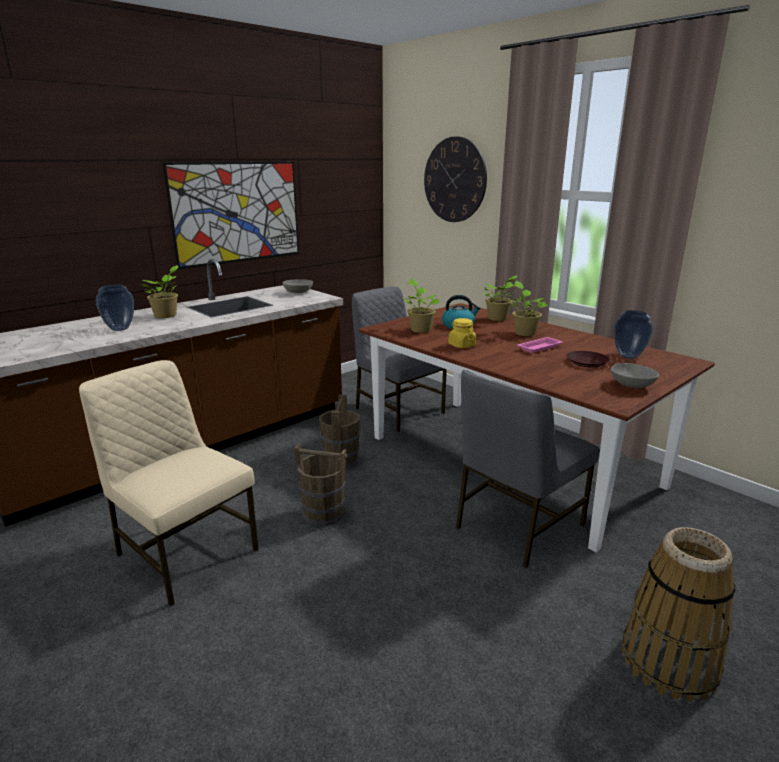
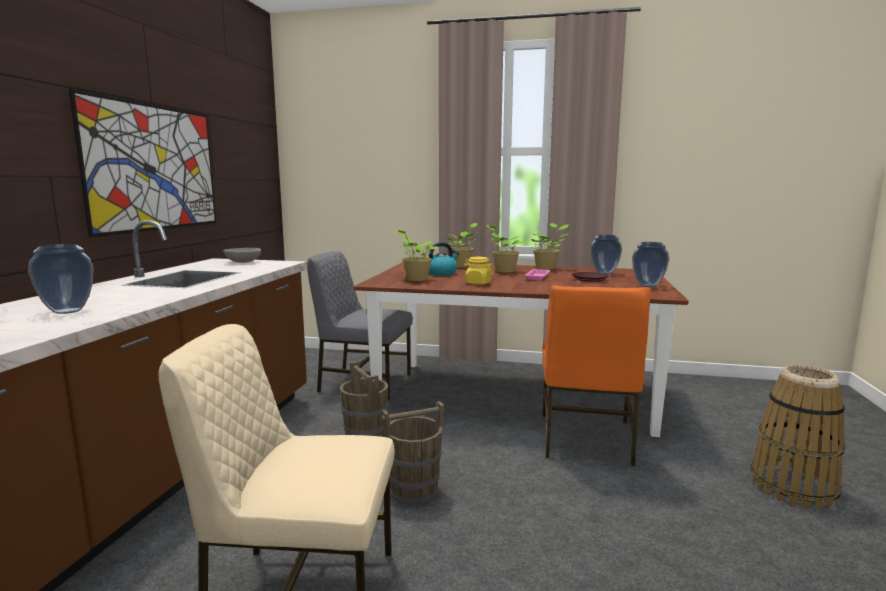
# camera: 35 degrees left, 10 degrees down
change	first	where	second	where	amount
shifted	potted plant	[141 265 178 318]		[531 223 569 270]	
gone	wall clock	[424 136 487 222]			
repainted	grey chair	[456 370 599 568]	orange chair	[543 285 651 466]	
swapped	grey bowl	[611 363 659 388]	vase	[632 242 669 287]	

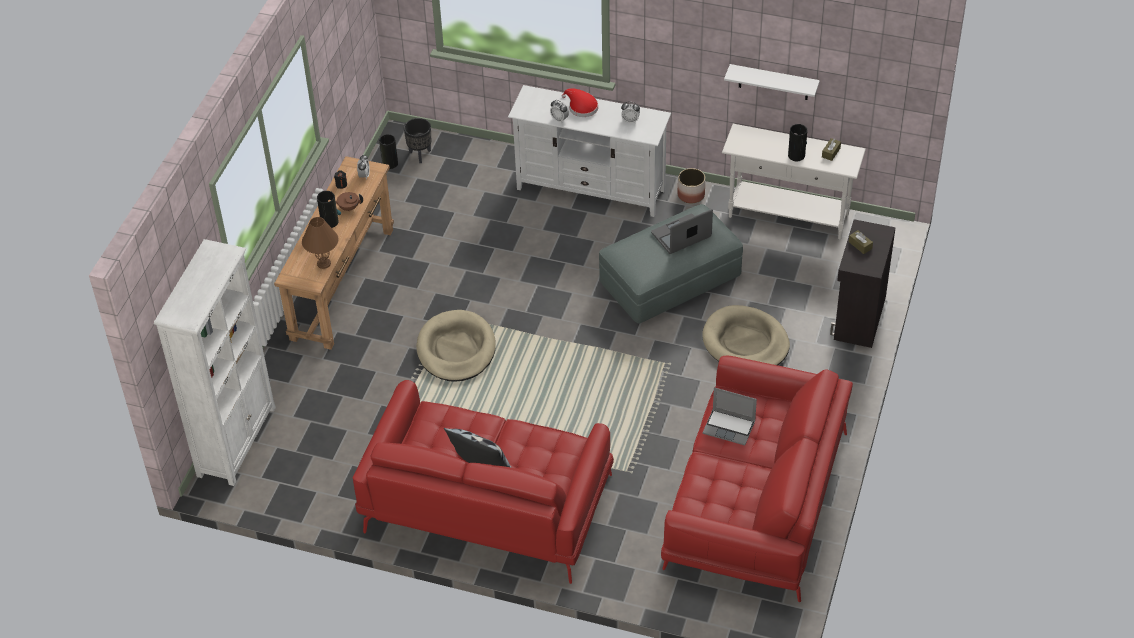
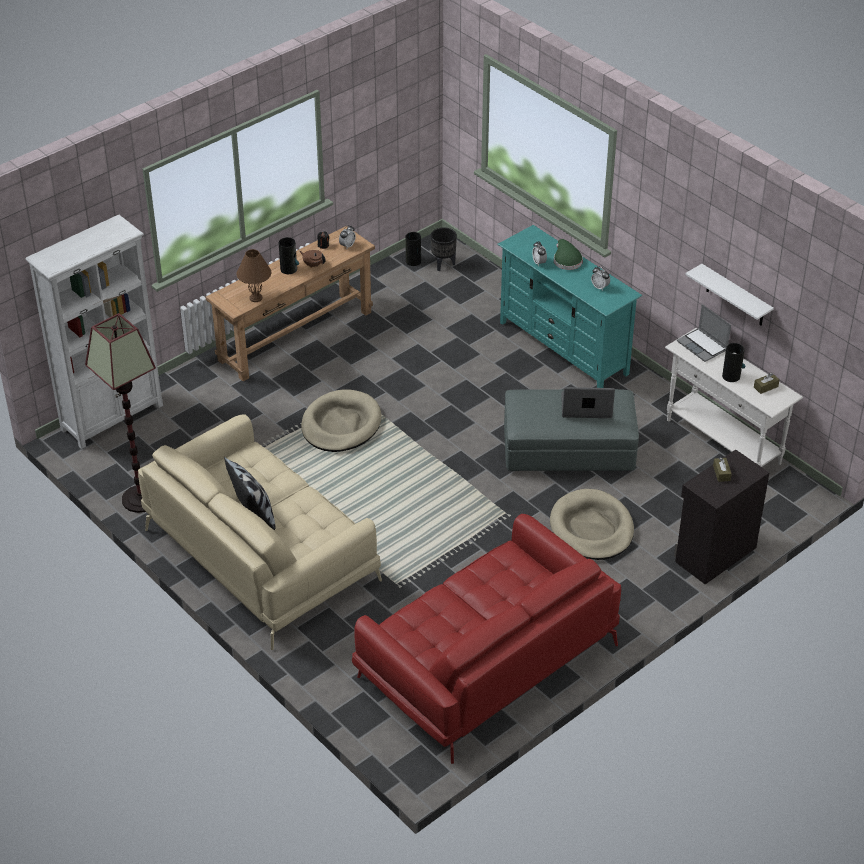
# camera: 30 degrees right, 5 degrees down
change	first	where	second	where	amount
repainted	red sofa	[352 380 614 584]	beige sofa	[138 414 382 650]	
repainted	white tv stand	[508 85 671 217]	turquoise tv stand	[497 225 642 388]	
repainted	red hat	[562 88 598 117]	green hat	[554 239 583 270]	
gone	planter	[677 168 705 204]			
shifted	laptop	[703 387 757 445]		[677 304 731 362]	
new			floor lamp	[85 313 156 513]	

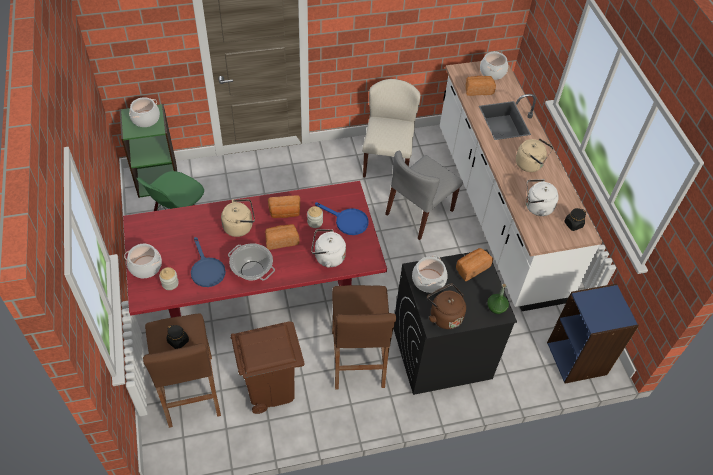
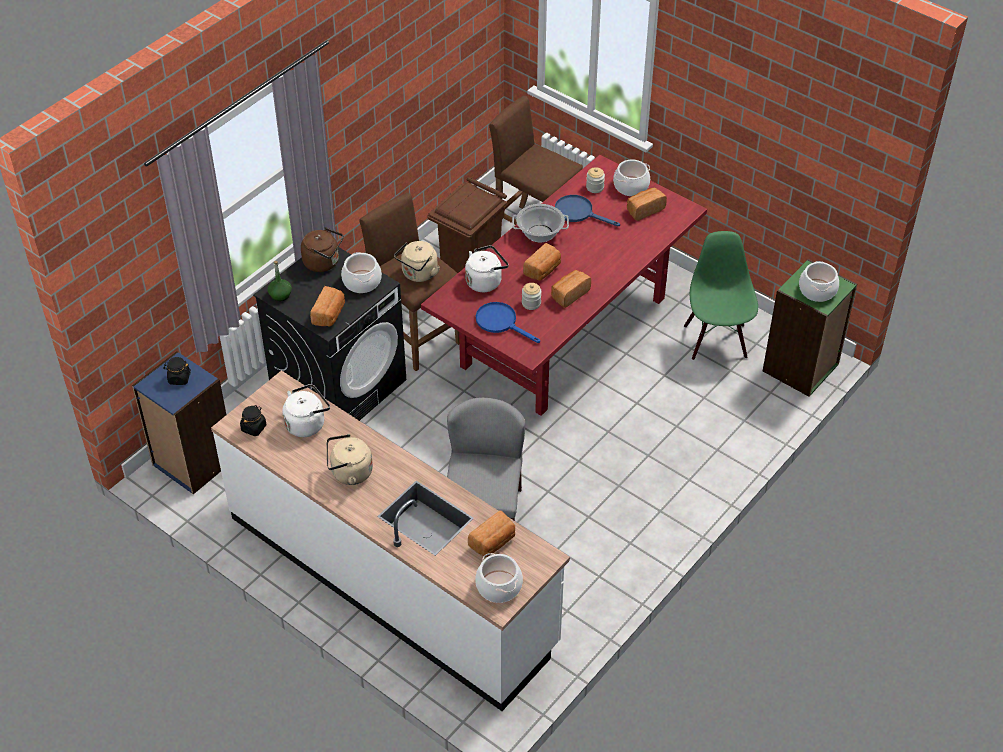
# camera: 145 degrees right, 5 degrees down
change	first	where	second	where	amount
shifted	black jar	[167 325 189 349]		[163 357 191 385]	
shifted	beige kettle	[221 199 255 237]		[394 241 440 282]	
rotated	blue frying pan	[315 202 369 235]		[476 302 540 343]	45 degrees clockwise
gone	beige chair	[362 79 421 178]			
new			bread	[627 188 667 221]	

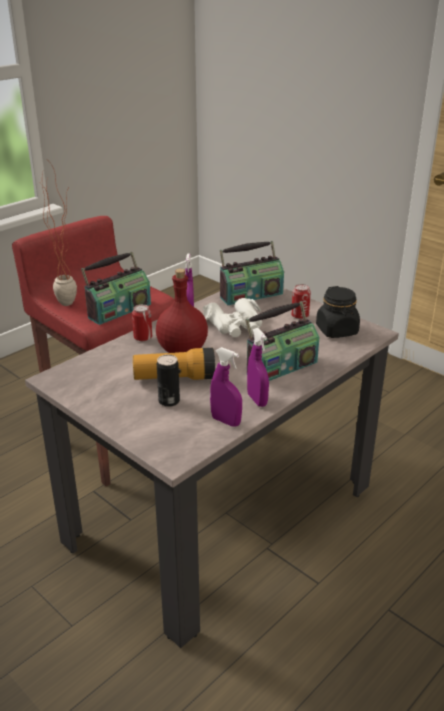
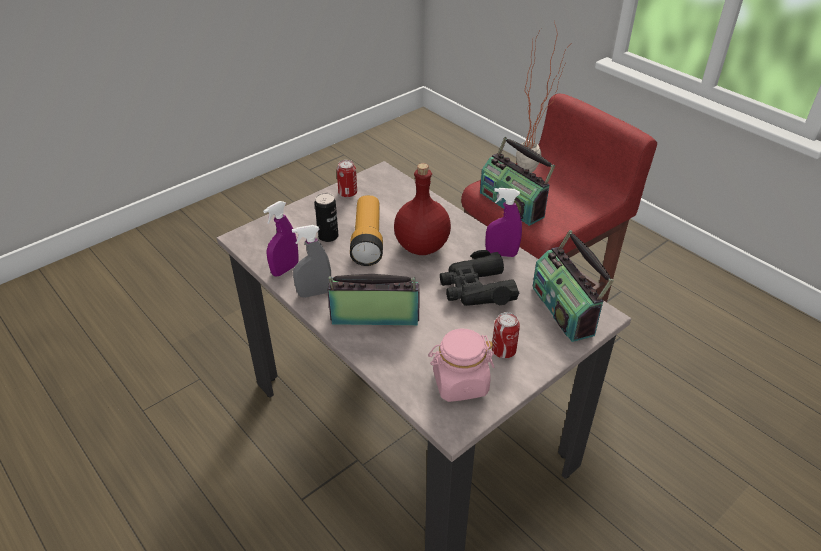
# camera: 95 degrees right, 10 degrees up
change	first	where	second	where	amount
shifted	can	[132 304 152 341]		[337 160 357 197]	
repainted	white binoculars	[203 298 262 337]	black binoculars	[440 250 519 306]	
rotated	radio	[245 301 319 381]		[327 274 420 325]	120 degrees clockwise
repainted	purple spray bottle	[247 328 269 407]	grey spray bottle	[292 225 331 298]	
repainted	black jar	[316 286 360 338]	pink jar	[428 329 495 402]	

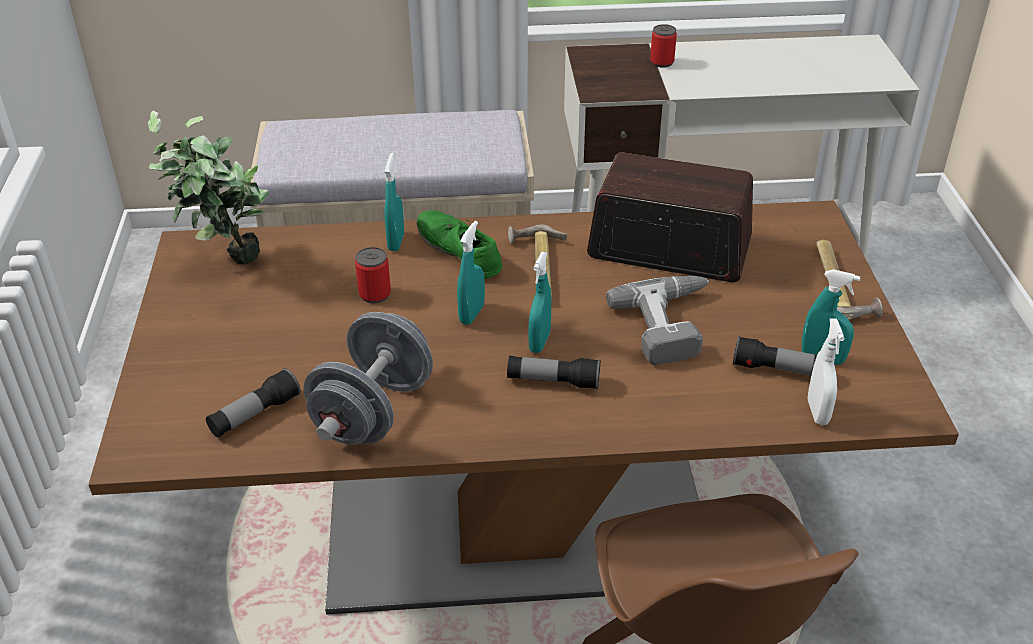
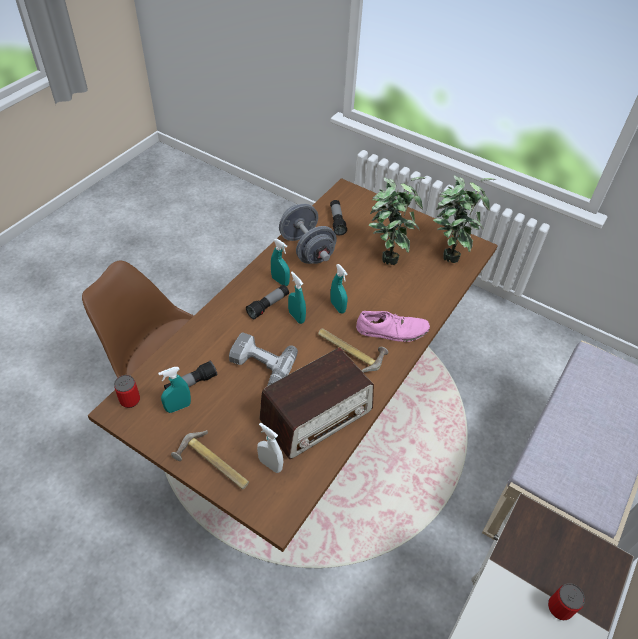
# camera: 125 degrees right, 10 degrees up
change	first	where	second	where	amount
shifted	can	[355 247 391 304]		[114 375 140 408]	
shifted	turquoise spray bottle	[384 152 404 251]		[271 239 290 286]	
repainted	green shoe	[416 210 502 278]	pink shoe	[356 311 430 342]	
shifted	white spray bottle	[807 318 844 425]		[257 423 283 473]	
new			potted plant	[369 177 427 265]	

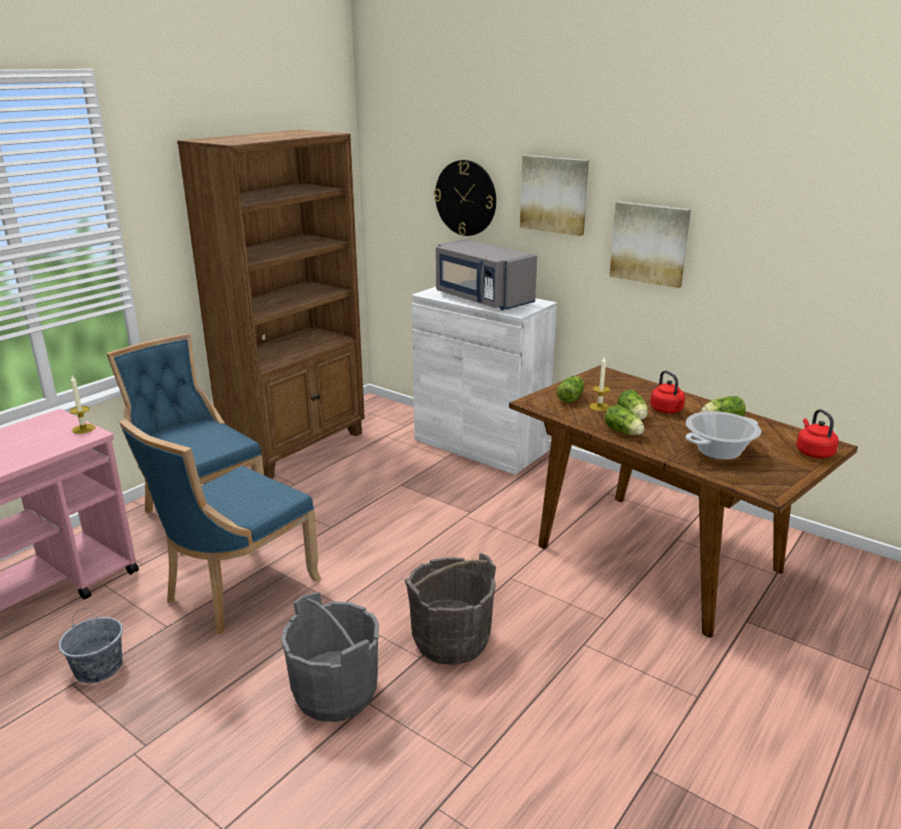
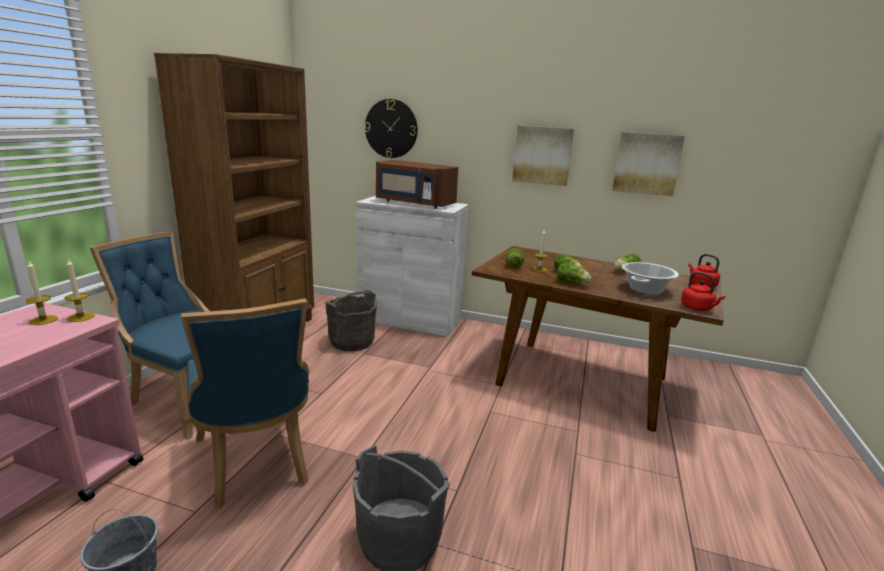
# camera: 20 degrees left, 5 degrees down
change	first	where	second	where	amount
rotated	blue chair	[119 419 321 634]		[181 298 310 509]	45 degrees counterclockwise
shifted	grey bucket	[404 553 496 665]		[325 290 377 351]	
repainted	grey microwave	[436 239 537 310]	brown microwave	[376 160 458 209]	
shifted	picture	[520 155 589 236]		[612 132 685 196]	
shifted	red kettle	[650 371 685 414]		[681 272 725 311]	
new			candle	[26 261 58 325]	

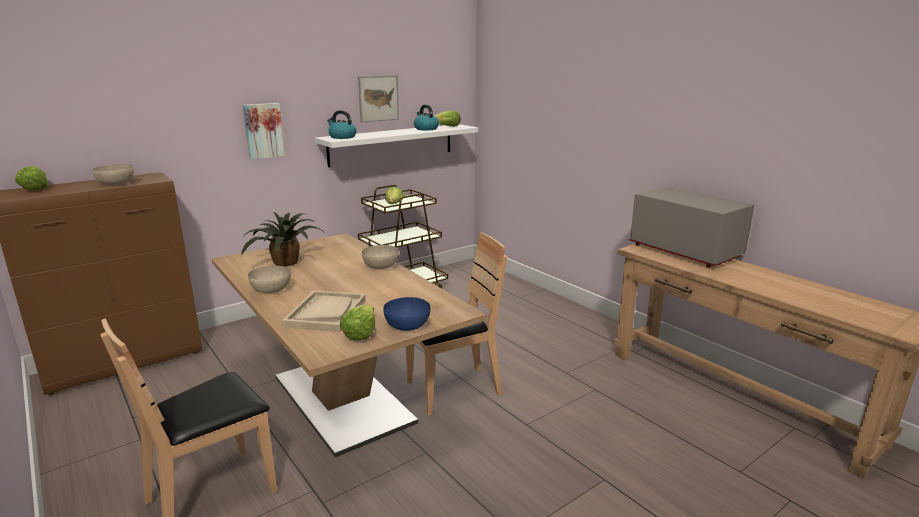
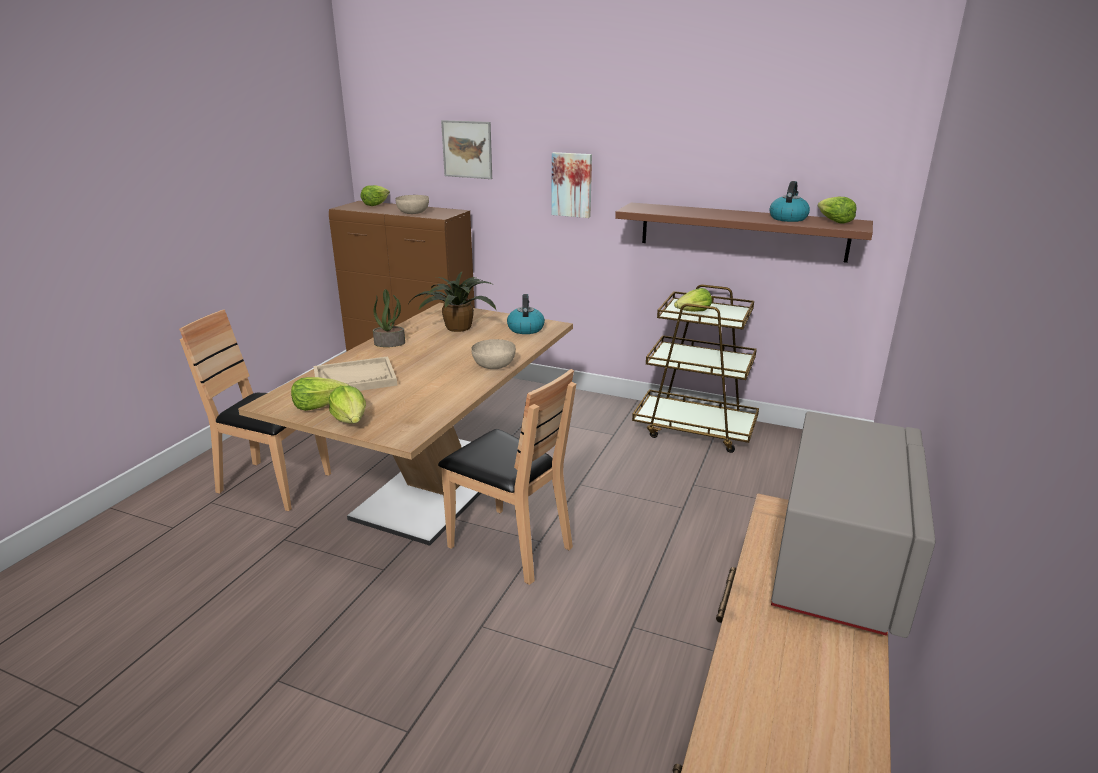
# camera: 60 degrees right, 5 degrees up
change	first	where	second	where	amount
swapped	beige bowl	[248 266 291 294]	potted plant	[373 289 405 347]	
repainted	white shelf	[315 124 478 167]	brown shelf	[615 203 873 263]	
shifted	kettle	[327 110 356 139]		[507 294 545 334]	
shifted	picture	[358 75 399 123]		[441 120 492 179]	
swapped	blue bowl	[383 297 430 331]	lettuce	[329 386 366 424]	

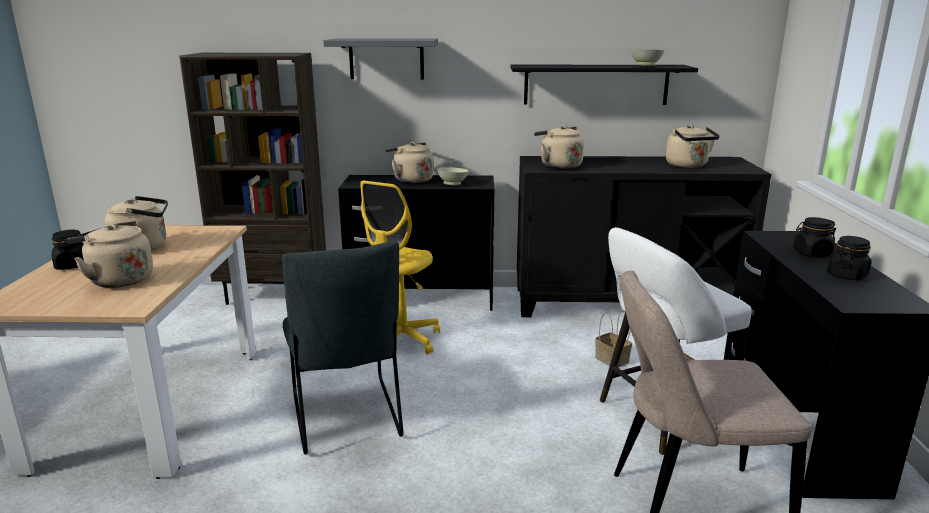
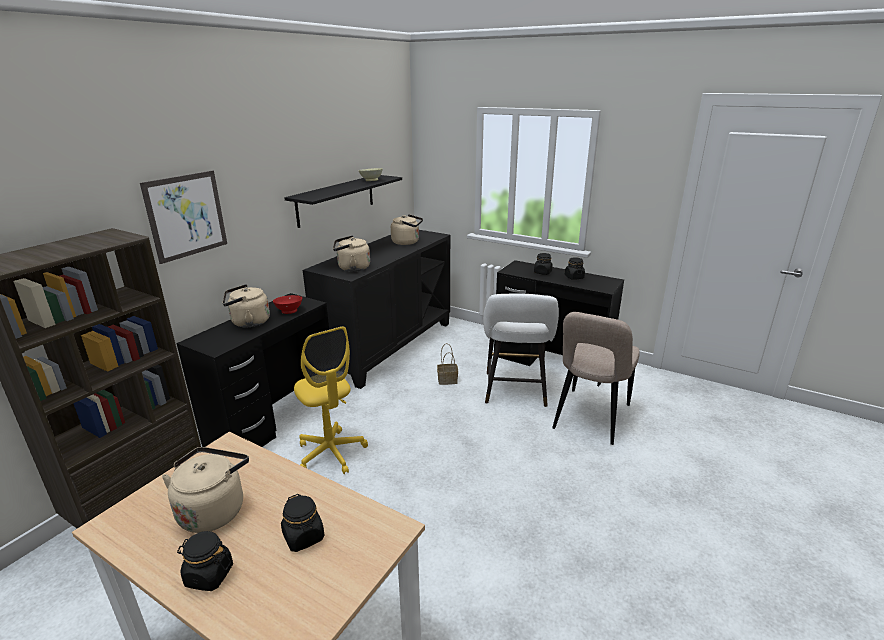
# camera: 60 degrees left, 5 degrees up
change	first	where	second	where	amount
swapped	beige kettle	[67 221 153 288]	black jar	[281 494 324 552]	
gone	grey chair	[282 241 403 454]			
swapped	grey shelf	[323 39 438 80]	picture	[140 171 227 264]	
repainted	beige bowl	[437 167 469 185]	red bowl	[273 295 302 314]	

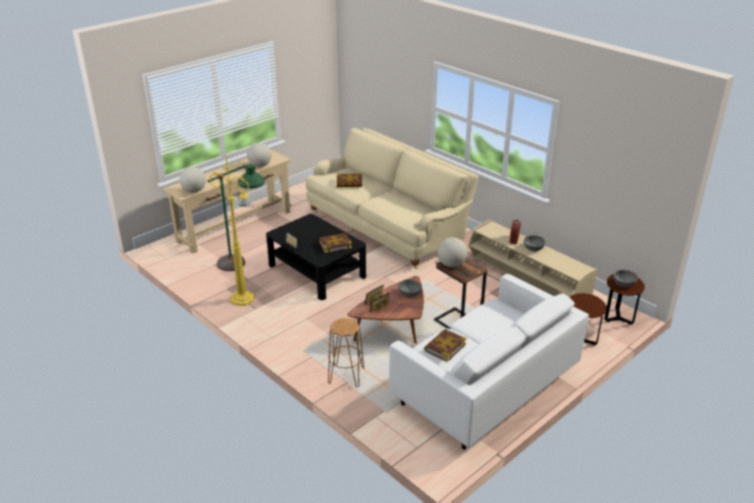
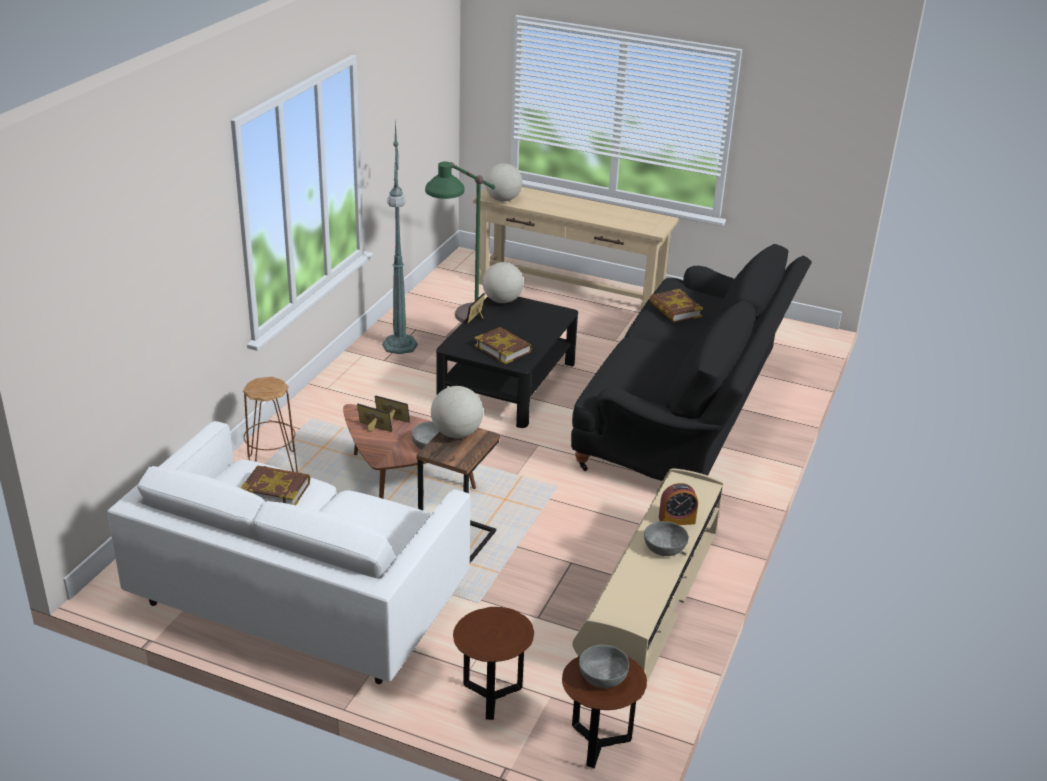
# camera: 65 degrees right, 0 degrees up
change	first	where	second	where	amount
repainted	yellow floor lamp	[209 151 255 306]	green floor lamp	[382 120 418 354]	
shifted	globe	[247 143 271 167]		[483 262 524 303]	
repainted	beige sofa	[305 128 479 269]	black sofa	[571 244 812 481]	

